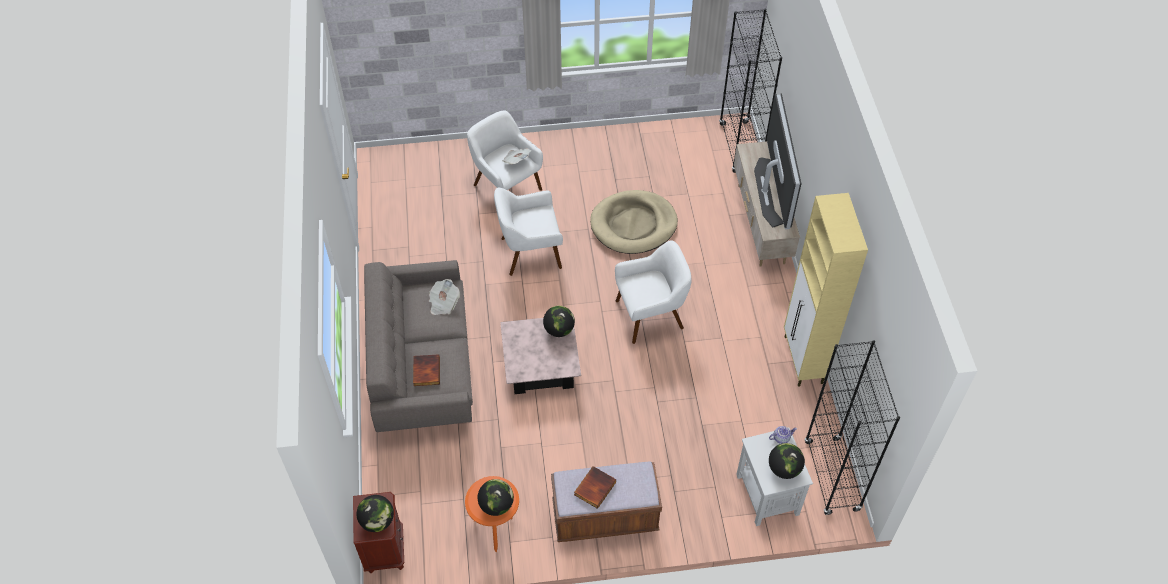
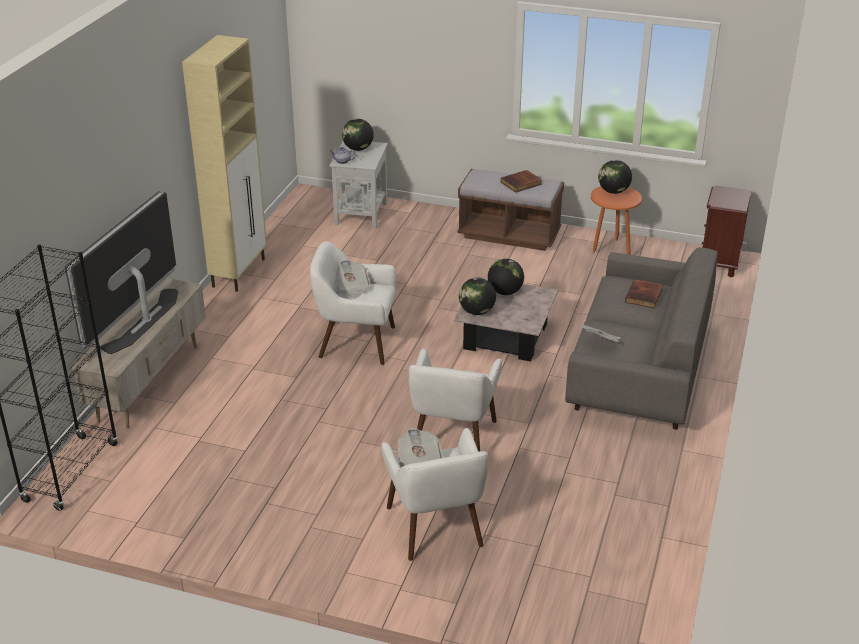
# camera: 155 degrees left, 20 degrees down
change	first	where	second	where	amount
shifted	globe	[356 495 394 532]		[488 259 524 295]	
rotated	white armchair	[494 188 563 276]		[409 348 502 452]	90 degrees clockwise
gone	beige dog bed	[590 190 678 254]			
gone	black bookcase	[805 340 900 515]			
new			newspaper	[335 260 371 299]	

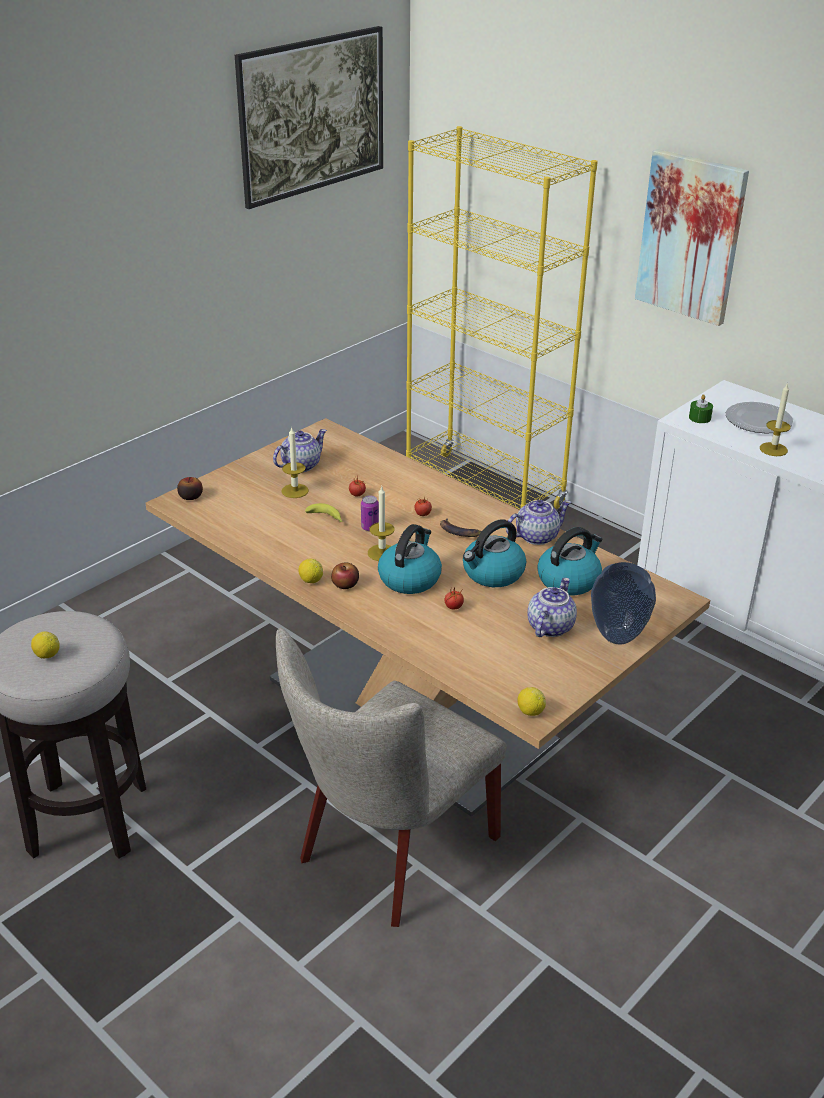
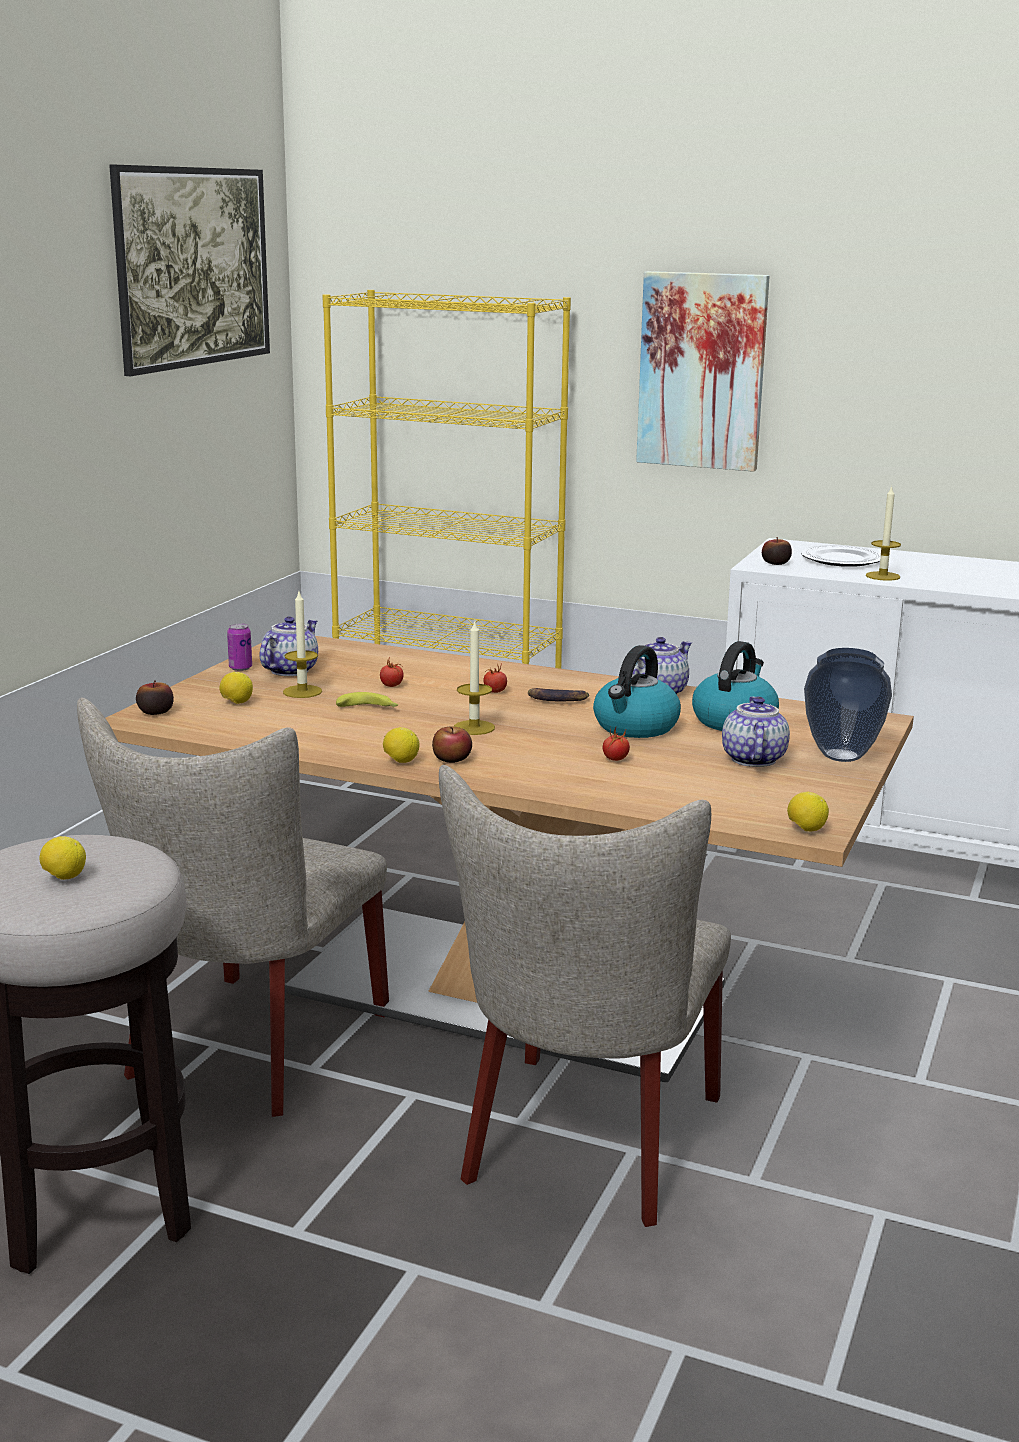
# camera: 20 degrees left, 15 degrees down
change	first	where	second	where	amount
shifted	can	[361 495 379 531]		[227 623 252 671]	
gone	kettle	[378 524 442 594]			
swapped	green candle	[689 394 713 423]	apple	[762 537 792 565]	
new			beige chair	[77 698 389 1117]	
new			lemon	[219 672 253 704]	

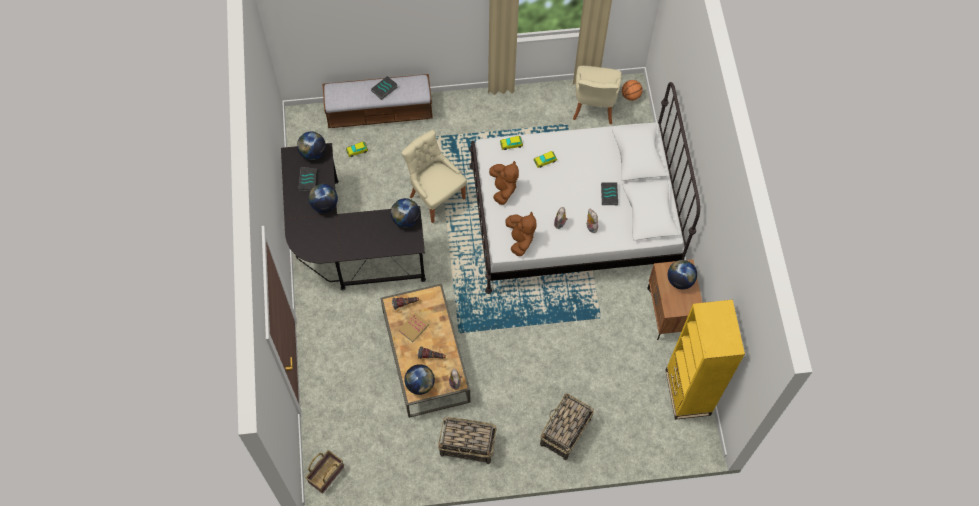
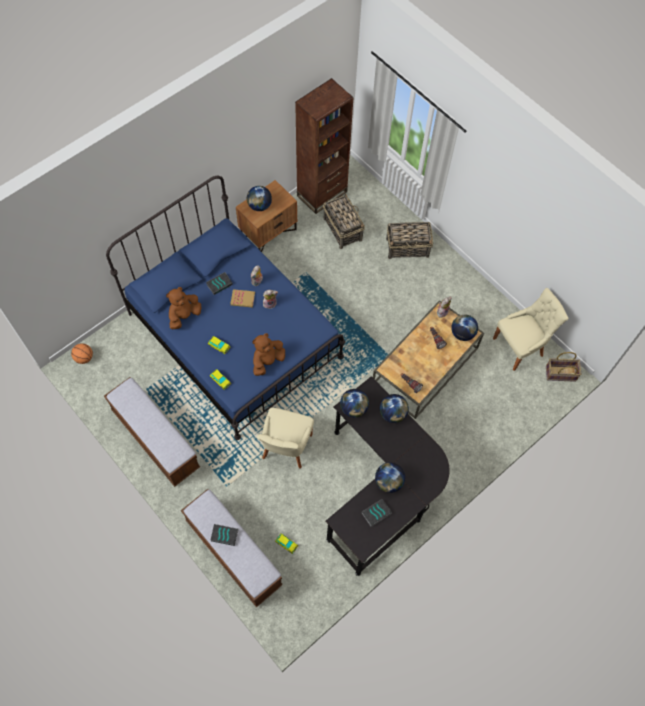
# camera: 125 degrees left, 0 degrees up
change	first	where	second	where	amount
shifted	globe	[297 131 326 160]		[380 394 409 423]	
shifted	book	[399 313 429 342]		[230 289 255 308]	
shifted	basket	[438 417 497 464]		[323 193 365 249]	
repainted	white bed	[469 82 700 294]	blue bed	[106 176 345 440]	
shifted	brown plush toy	[505 212 536 256]		[166 287 201 329]	
shifted	beige chair	[573 66 622 125]		[493 288 568 371]	
repainted	yellow bookcase	[665 300 745 420]	brown bookcase	[295 78 354 214]	
new			bench	[104 377 200 487]	

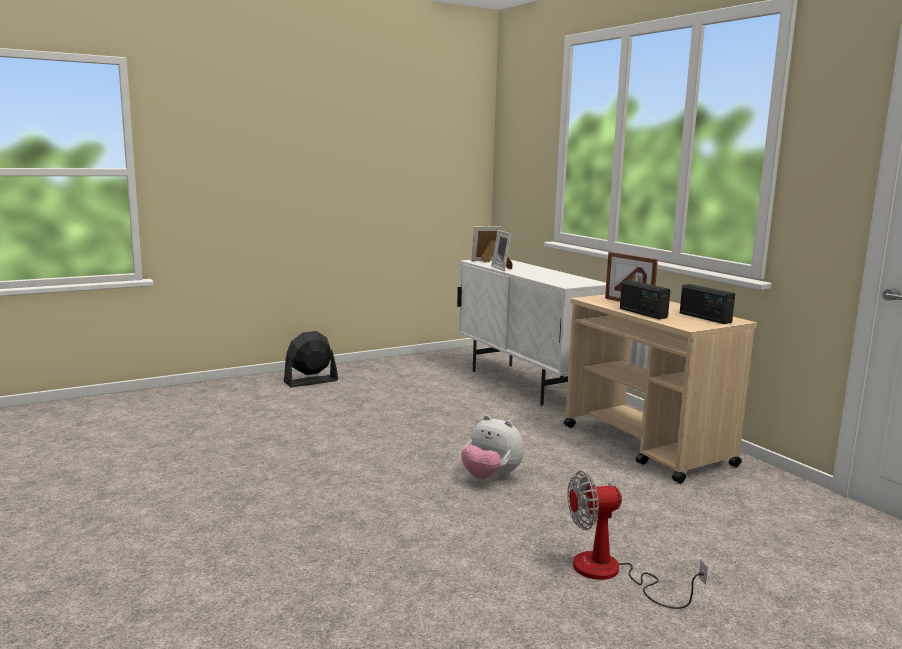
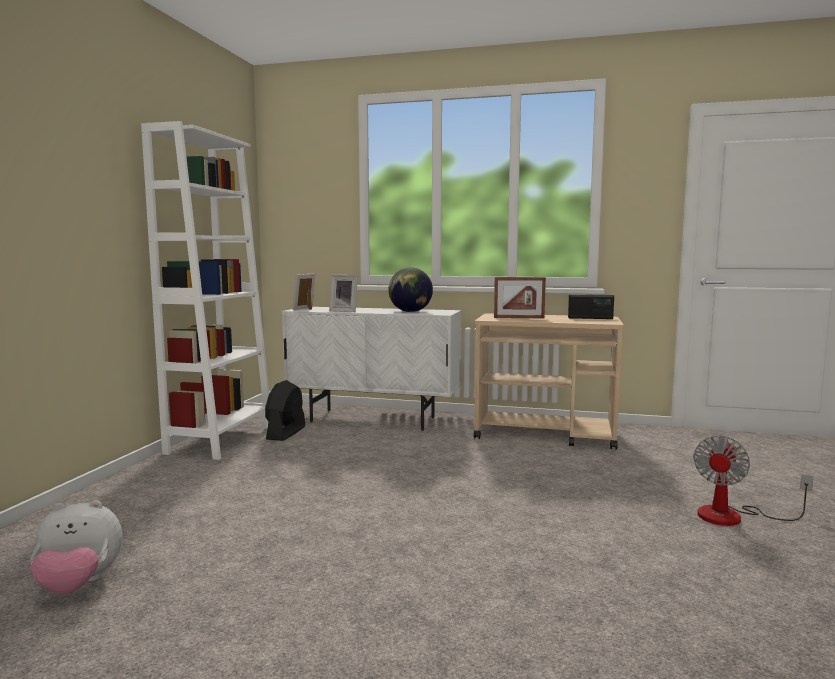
# camera: 45 degrees left, 5 degrees down
change	first	where	second	where	amount
shifted	black fan	[284 331 338 387]		[265 380 305 441]	
shifted	plush toy	[461 415 524 479]		[30 500 122 594]	
gone	radio	[620 280 670 319]			
new			white bookcase	[141 121 269 460]	
new			globe	[388 268 433 312]	

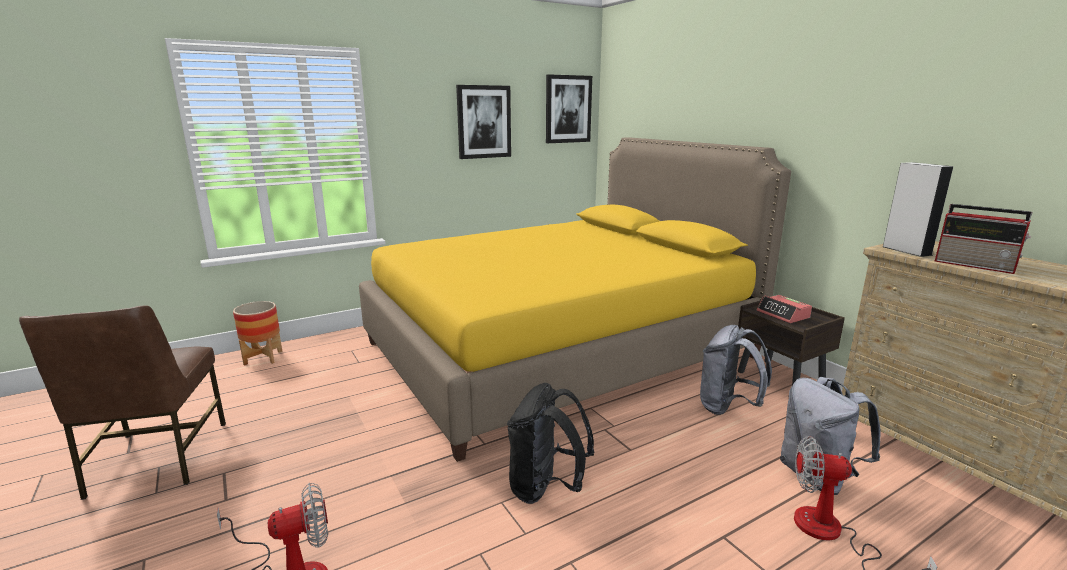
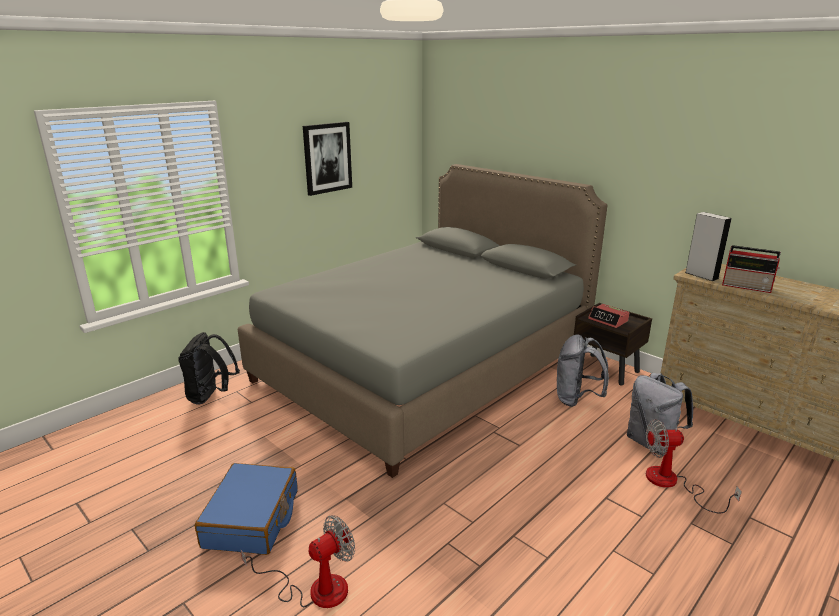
# camera: 15 degrees left, 5 degrees up
change	first	where	second	where	amount
gone	brown chair	[19 306 226 500]			
gone	planter	[233 301 282 365]			
repainted	yellow bed	[359 137 791 462]	grey bed	[238 164 607 478]	
shifted	black backpack	[507 383 594 504]		[178 332 240 405]	
gone	picture	[546 74 592 143]			
new			blue suitcase	[195 463 298 555]	

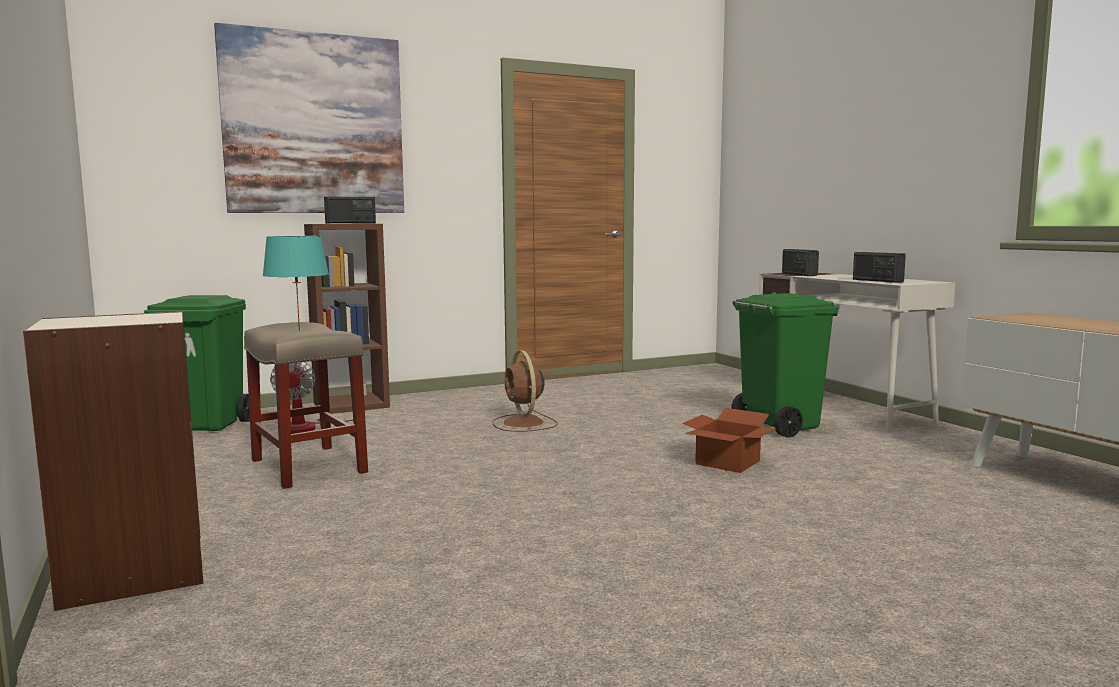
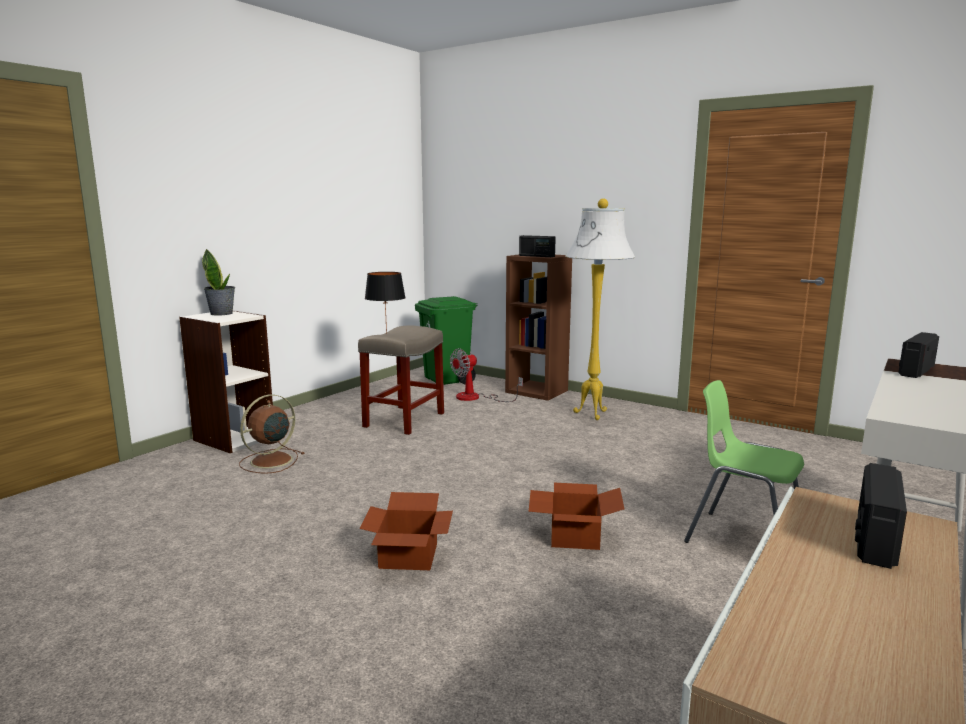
# camera: 60 degrees right, 5 degrees up
change	first	where	second	where	amount
gone	picture	[214 23 404 213]			
repainted	turquoise table lamp	[263 236 329 332]	black table lamp	[365 272 406 334]	
shifted	brown fan	[493 350 558 432]		[239 394 305 474]	
swapped	green trash can	[731 293 838 438]	green chair	[684 380 804 543]	
shifted	radio	[853 252 906 283]		[855 463 907 569]	
new			potted plant	[202 249 235 316]	
new			cardboard box	[360 492 453 570]	
new			white floor lamp	[566 198 635 420]	

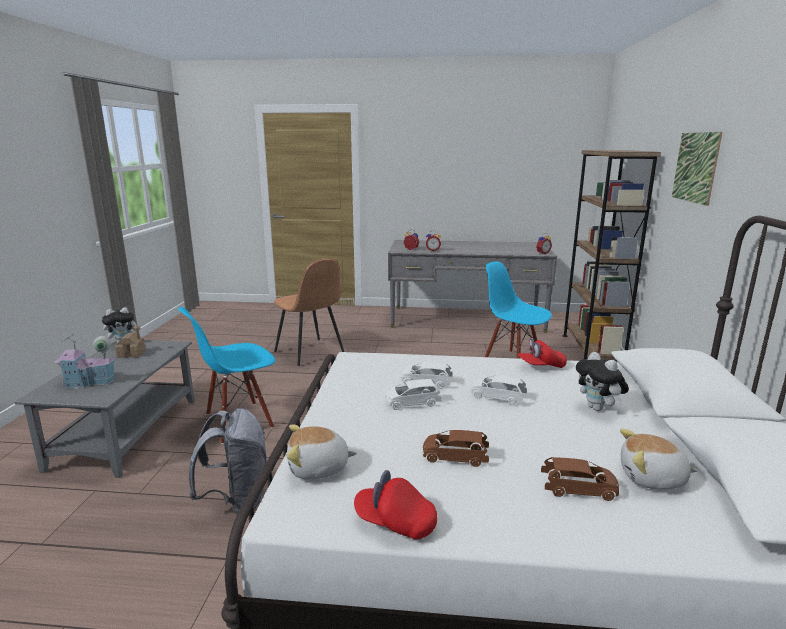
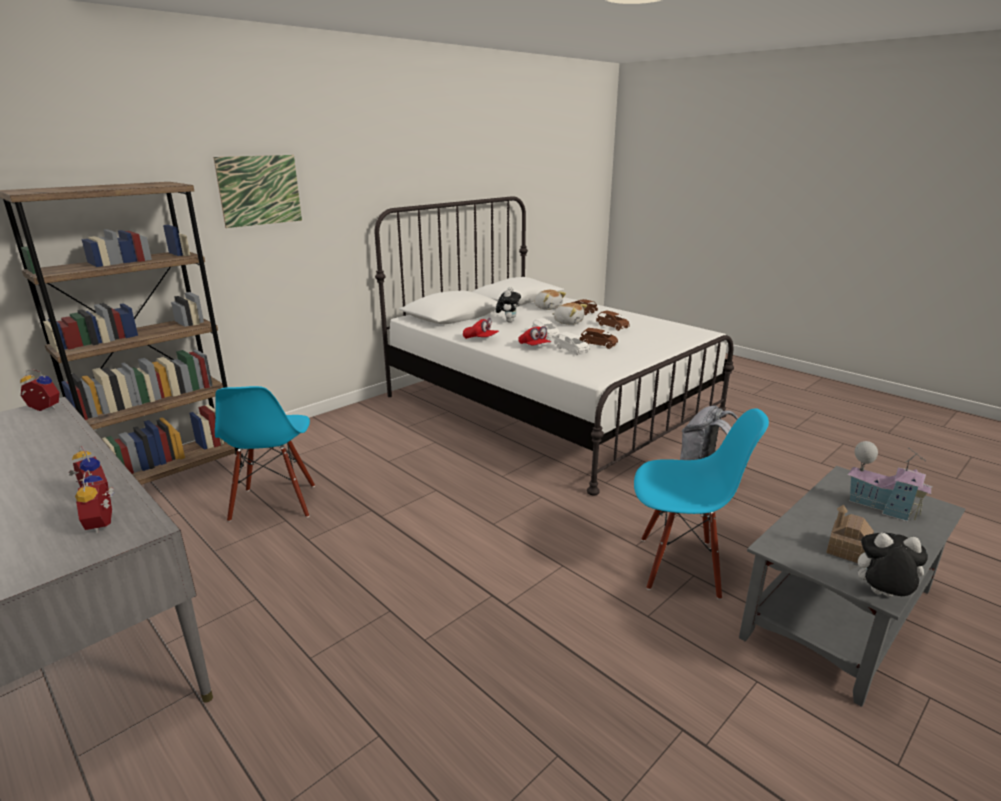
# camera: 140 degrees left, 5 degrees up
change	first	where	second	where	amount
gone	brown chair	[274 258 344 366]			
shifted	plush toy	[287 425 357 480]		[552 303 587 325]	
shifted	red cap	[354 470 437 540]		[518 326 551 345]	
repainted	white toy car	[385 379 442 410]	brown toy car	[580 328 618 349]	

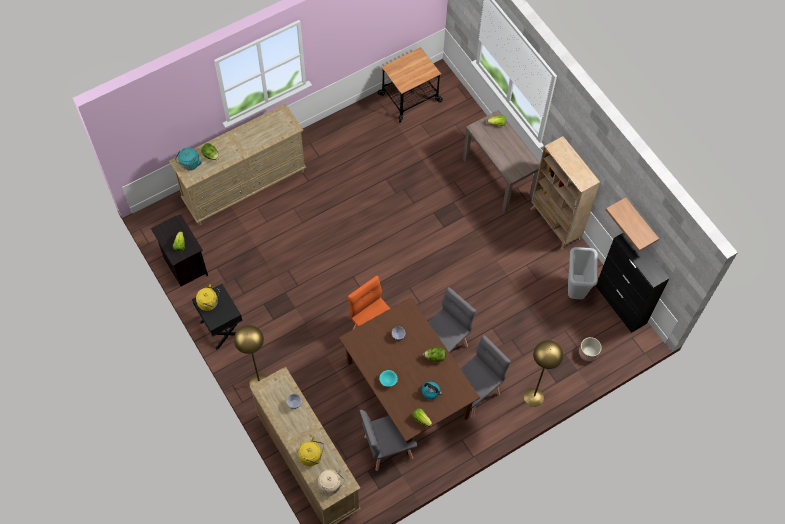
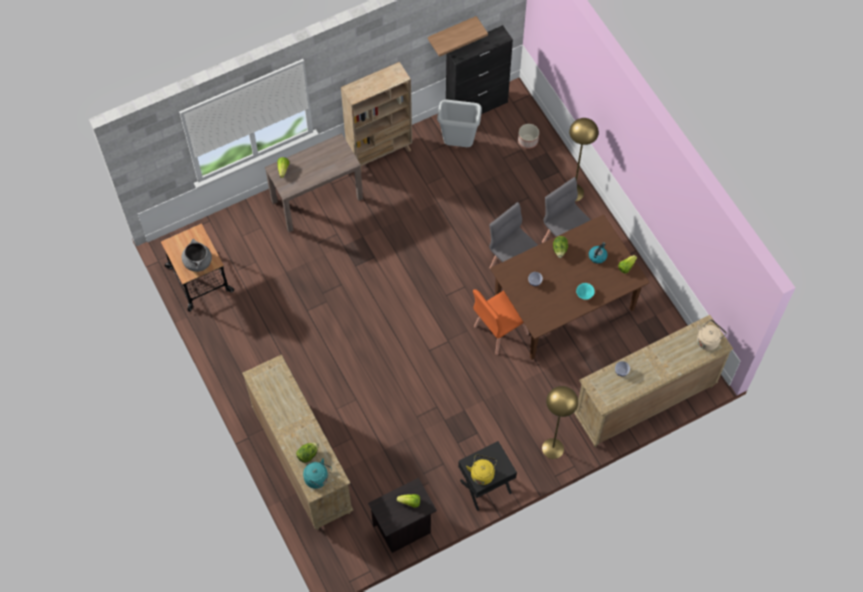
# camera: 85 degrees left, 0 degrees up
change	first	where	second	where	amount
gone	yellow kettle	[298 436 324 466]			
gone	grey chair	[360 410 418 471]			
new			grey cooking pot	[182 239 212 272]	

